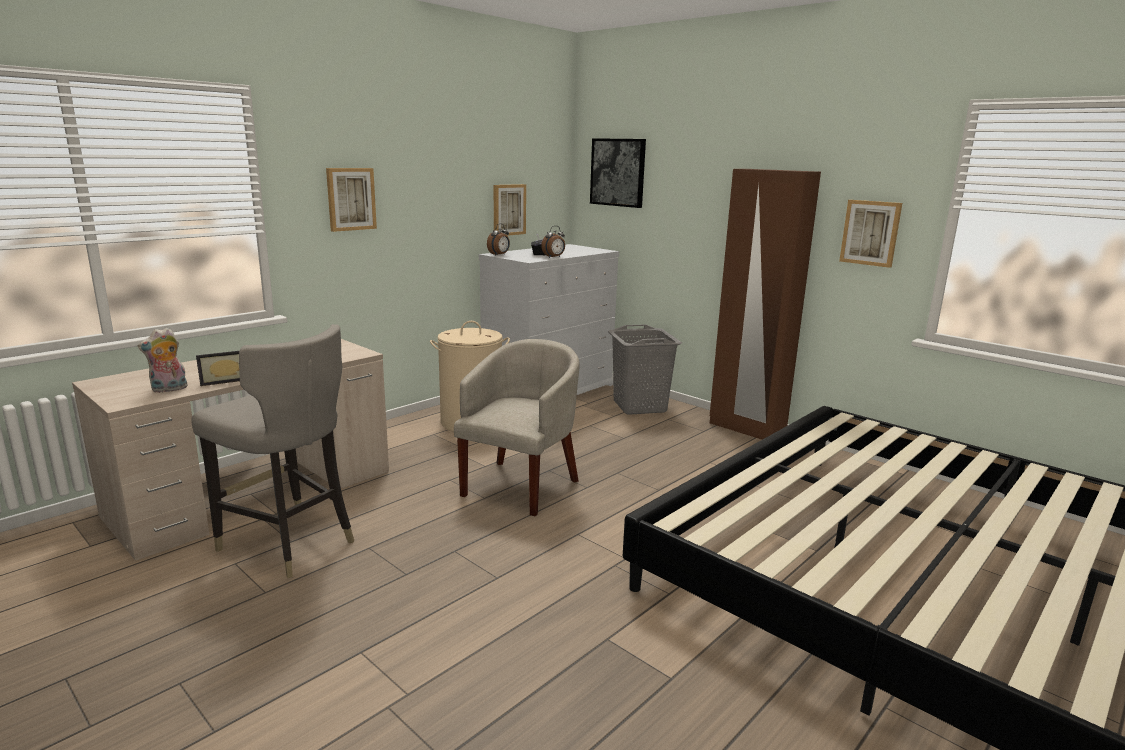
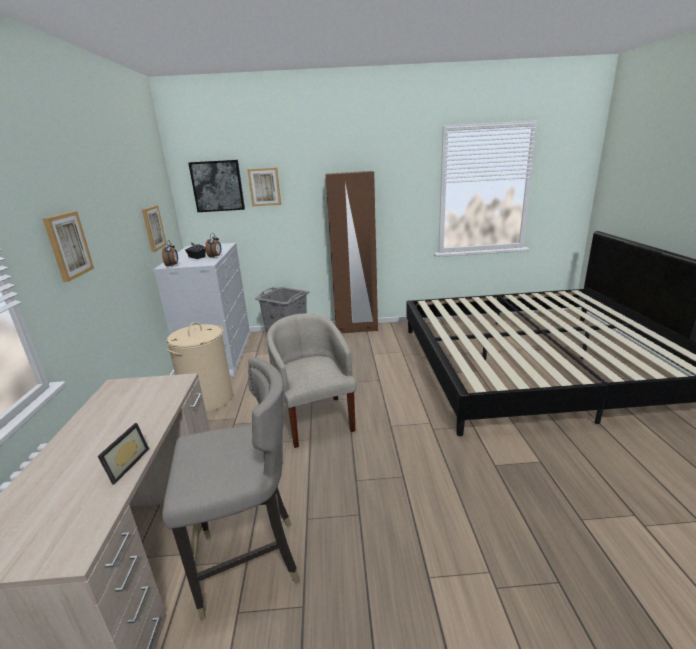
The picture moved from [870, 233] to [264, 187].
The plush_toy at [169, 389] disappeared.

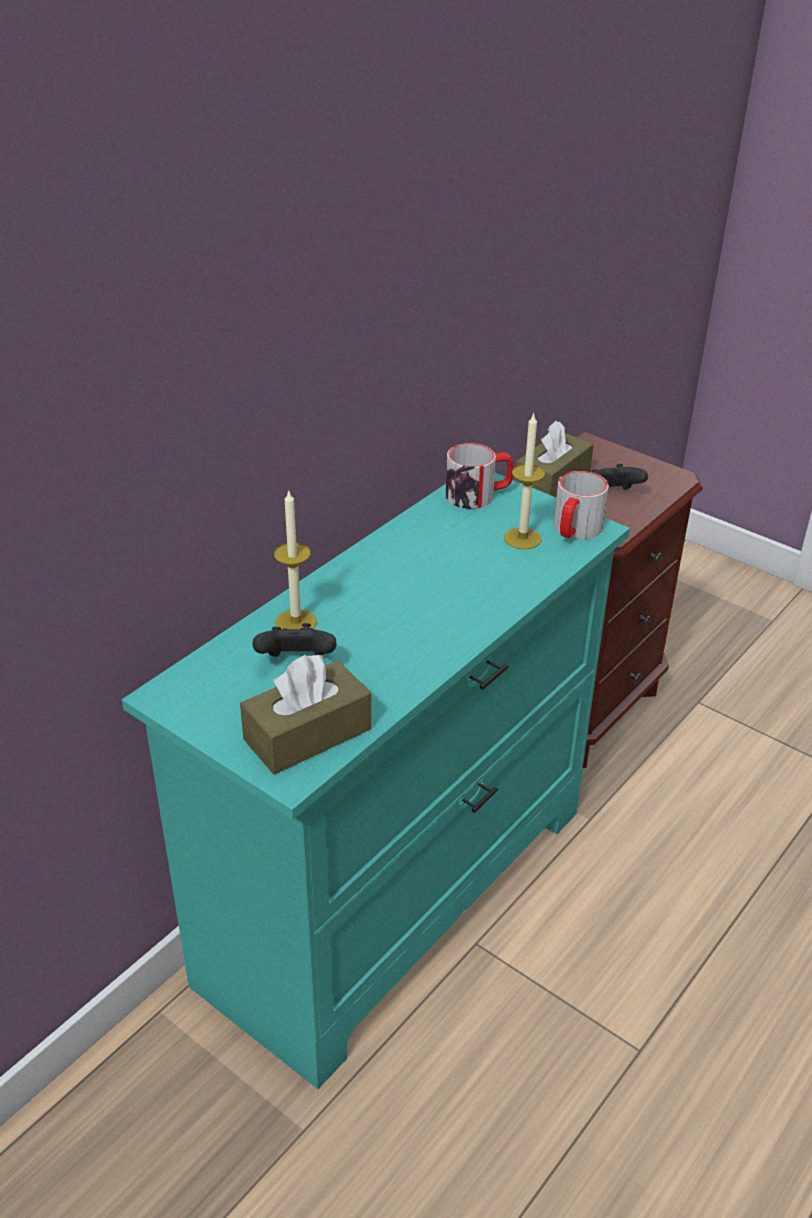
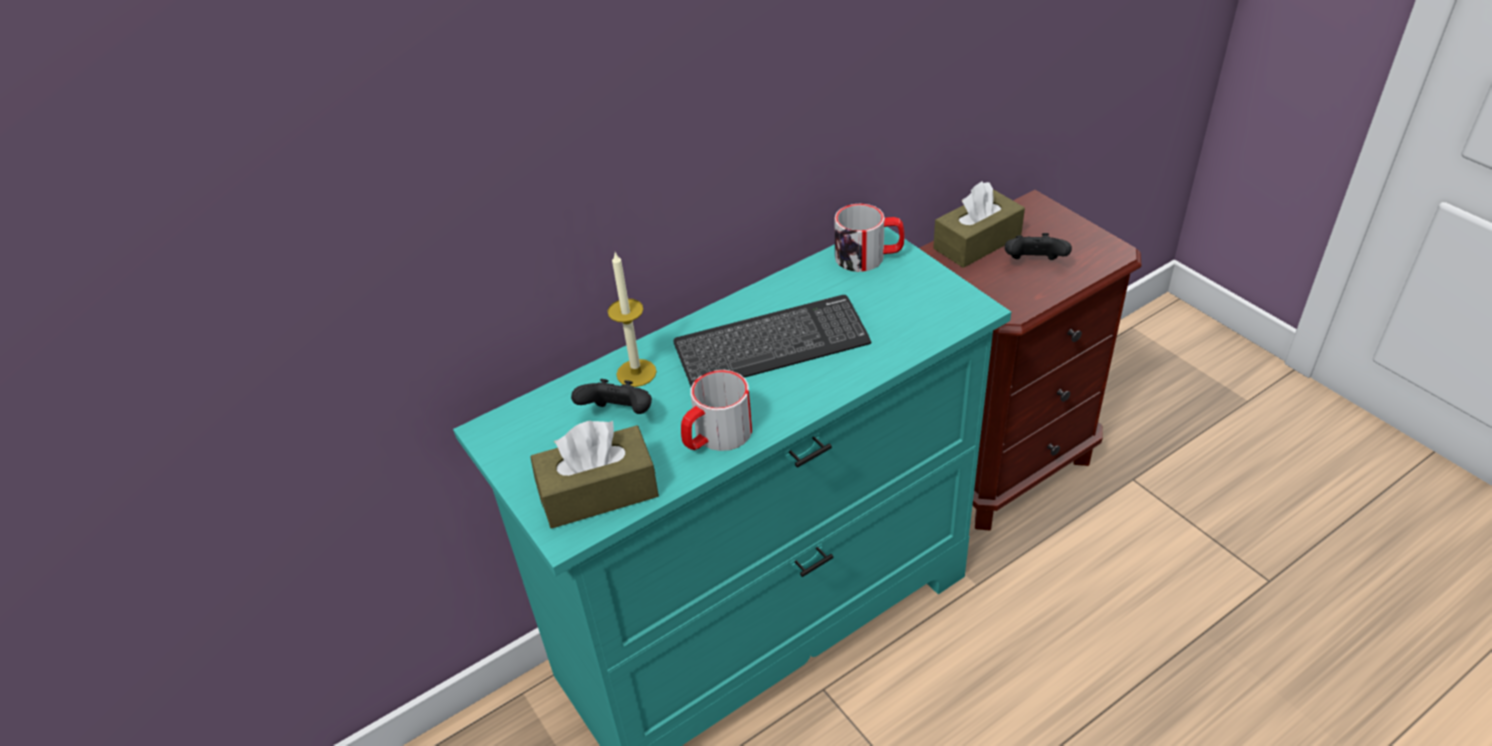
The keyboard at [772, 346] appeared.
The mug moved from [574, 530] to [715, 436].
The candle at [522, 538] disappeared.

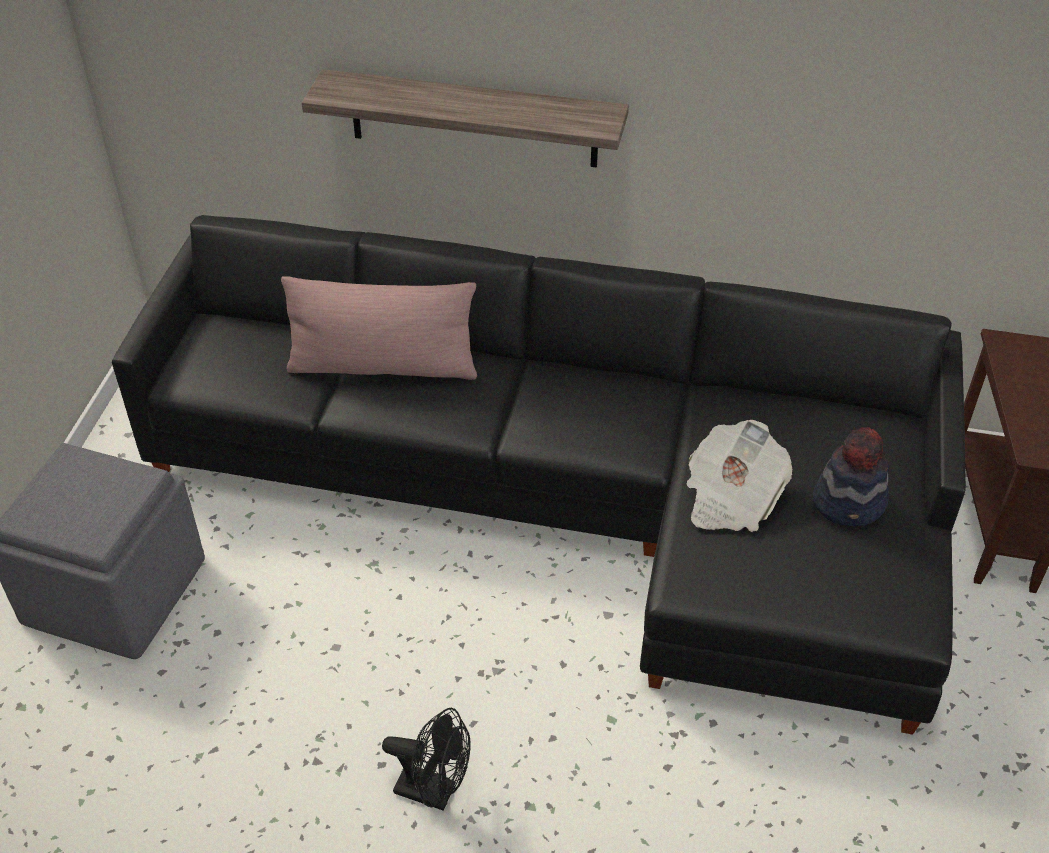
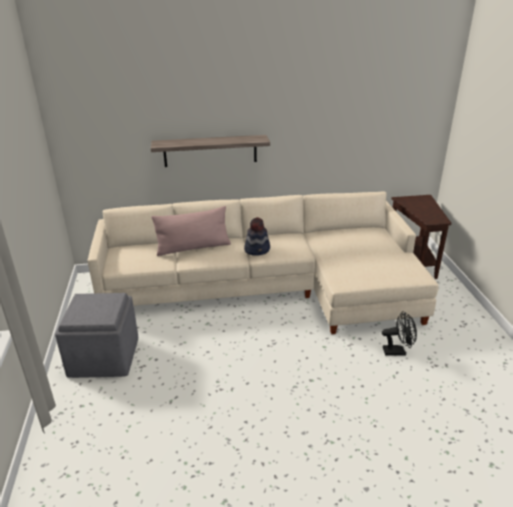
The black_sofa at [578, 495] became the beige_sofa at [272, 286].
The hat moved from [850, 502] to [257, 249].
The black_fan moved from [434, 791] to [397, 351].
The newspaper at [731, 497] disappeared.

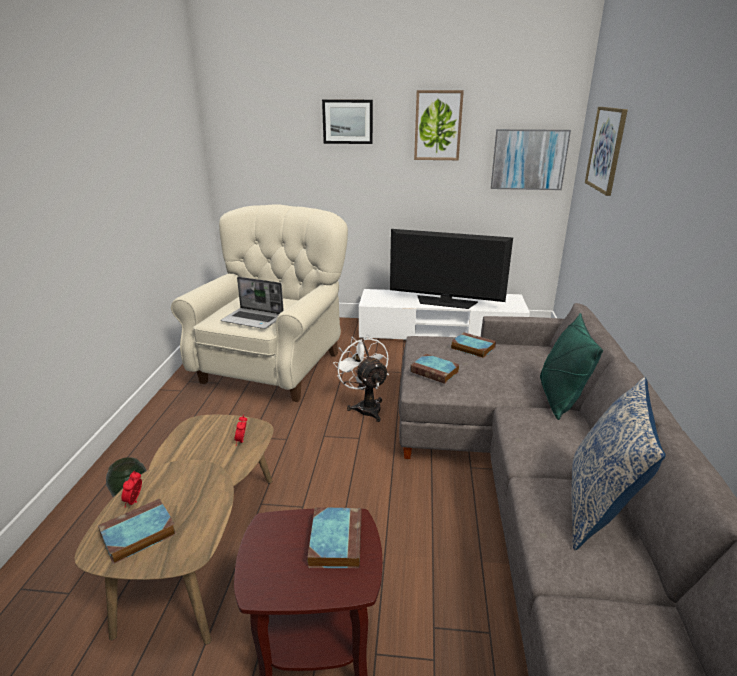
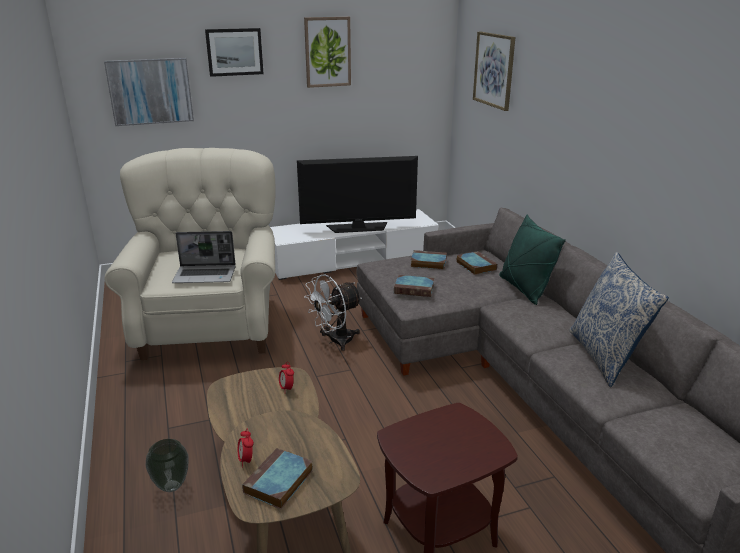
The picture moved from [529, 159] to [150, 91].
The white_fan at [366, 407] turned 75 degrees counterclockwise.
The book moved from [335, 540] to [475, 265].

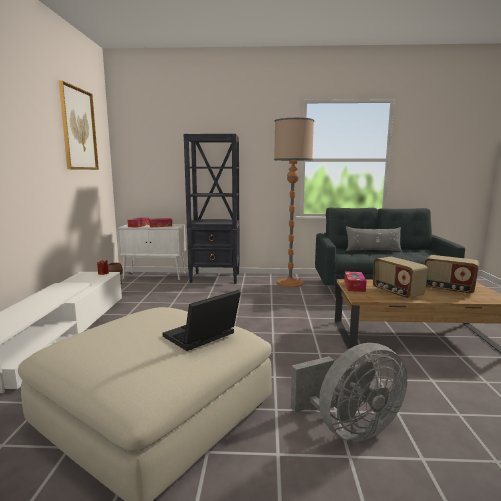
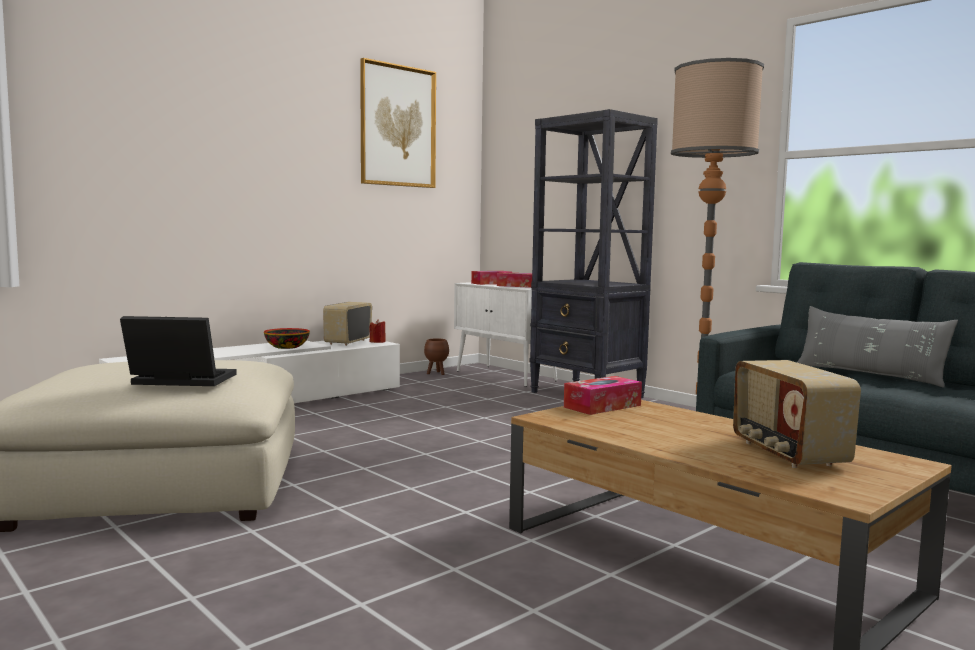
The bowl at [287, 347] appeared.
The radio moved from [396, 293] to [347, 342].
The grey_fan at [349, 428] disappeared.

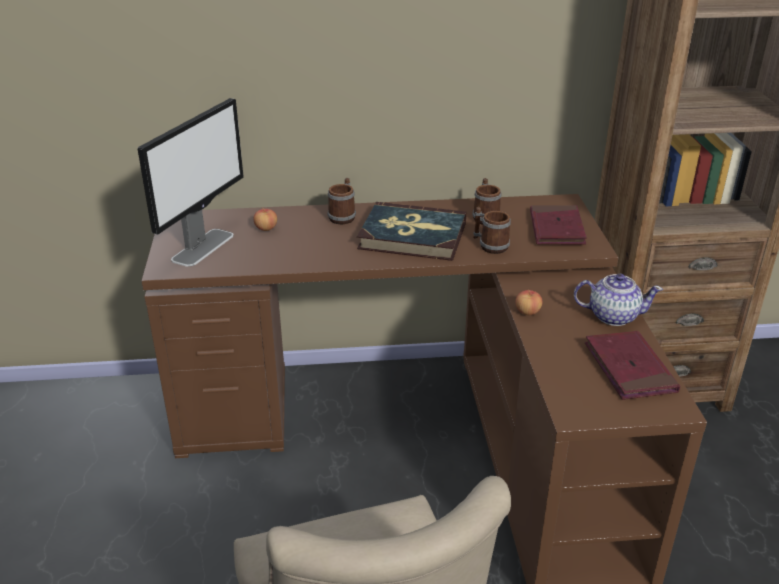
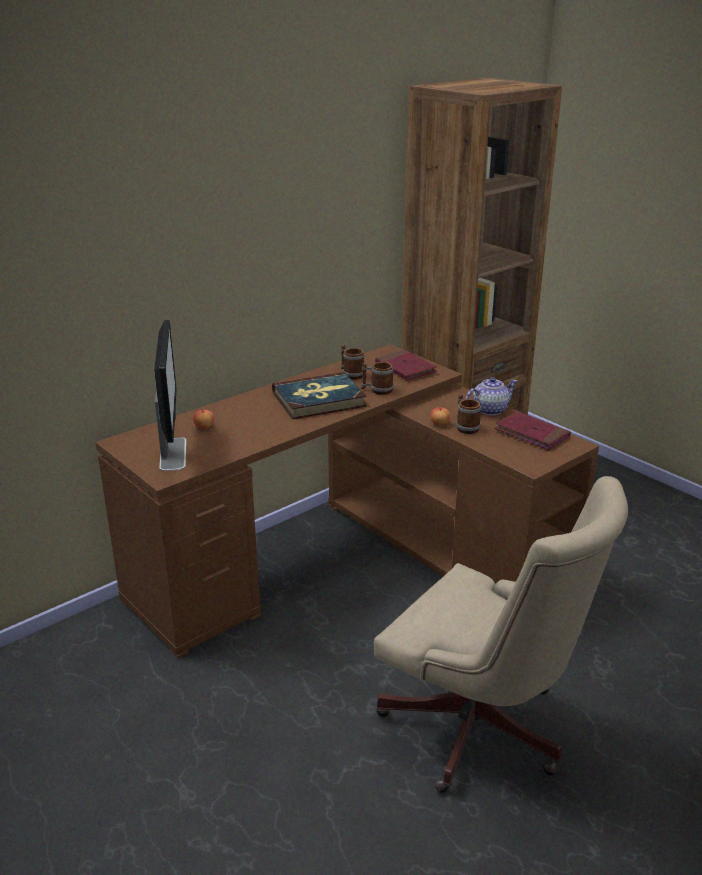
The mug moved from [343, 216] to [465, 427].

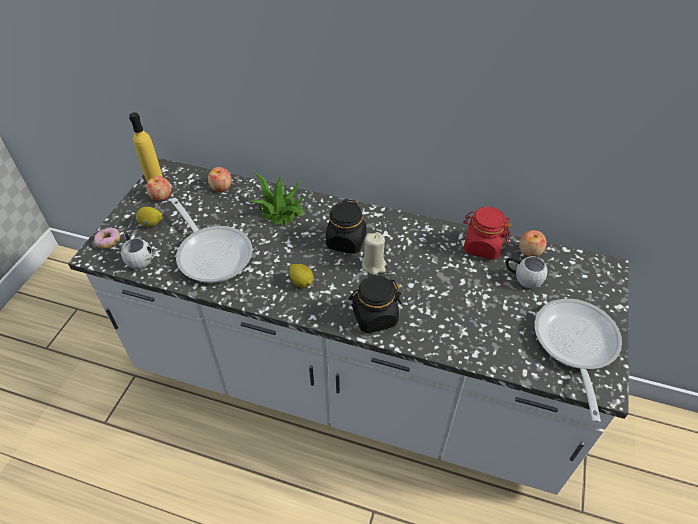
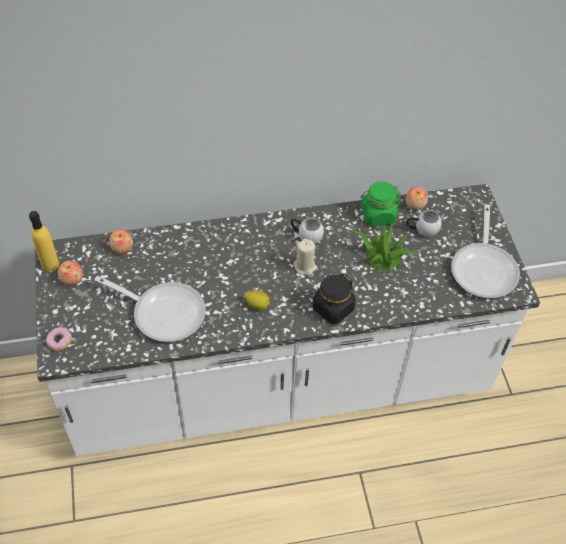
The white_mug moved from [138, 258] to [306, 236].
The potted_plant moved from [280, 210] to [382, 255].
The red_jar at [482, 246] became the green_jar at [378, 215].
The frying_pan at [574, 346] turned 150 degrees counterclockwise.
The lemon at [151, 224] disappeared.
The black_jar at [346, 241] disappeared.

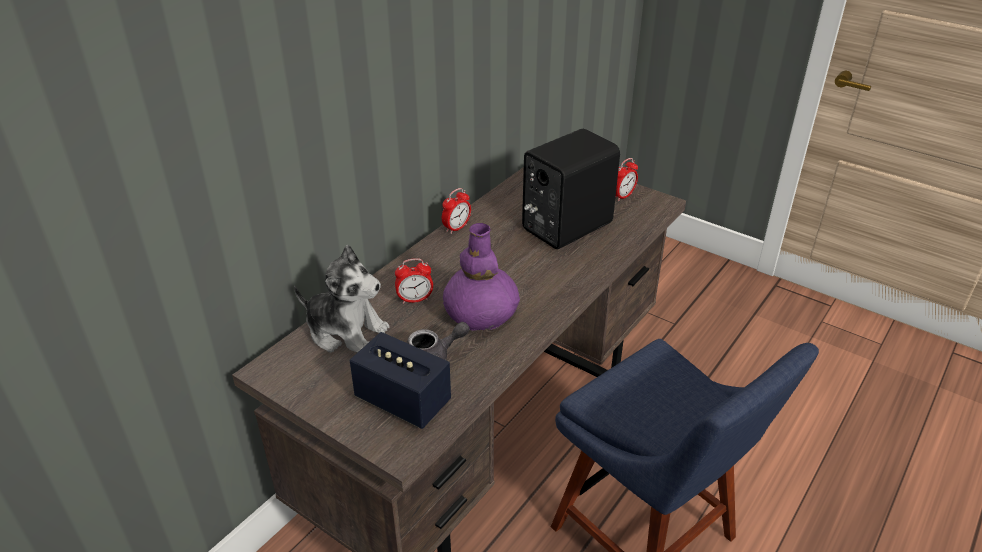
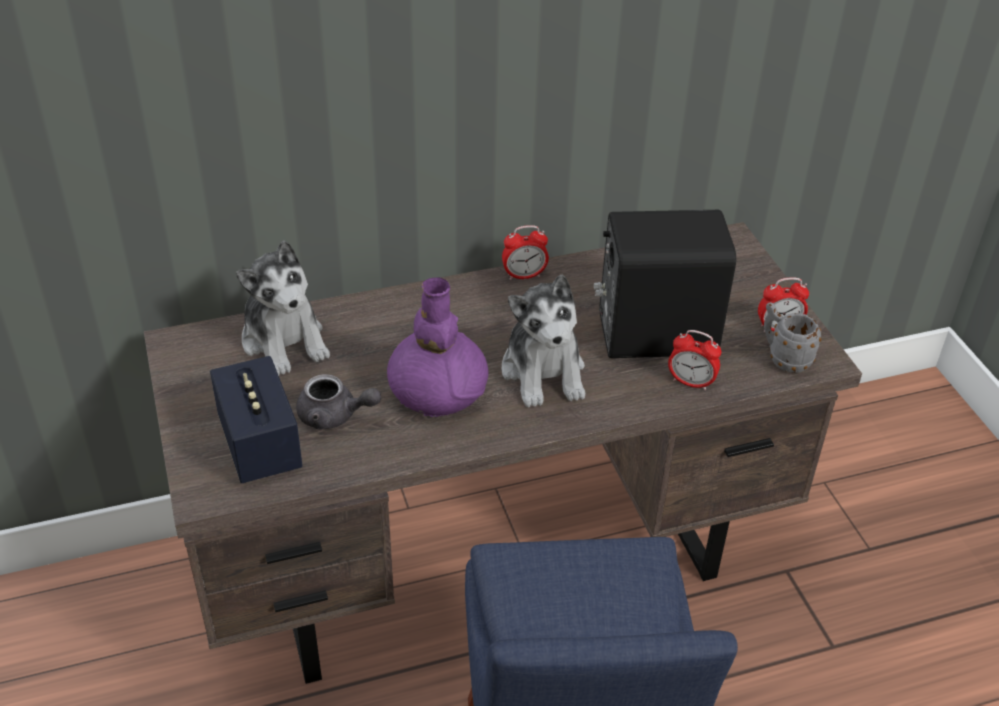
The plush_toy at [544, 372] appeared.
The alarm_clock moved from [415, 299] to [691, 382].
The grey_mug at [783, 358] appeared.

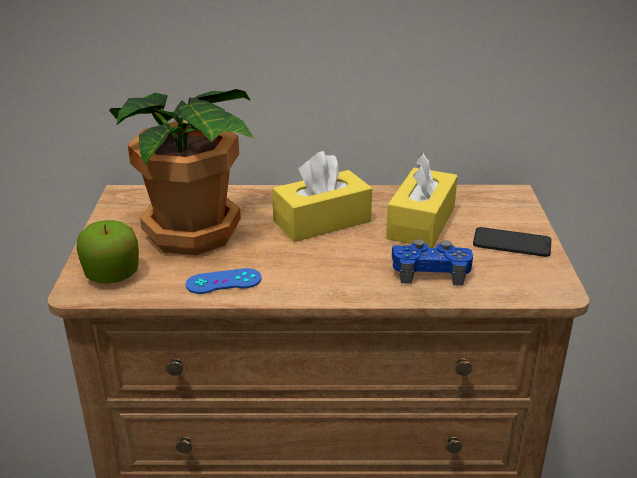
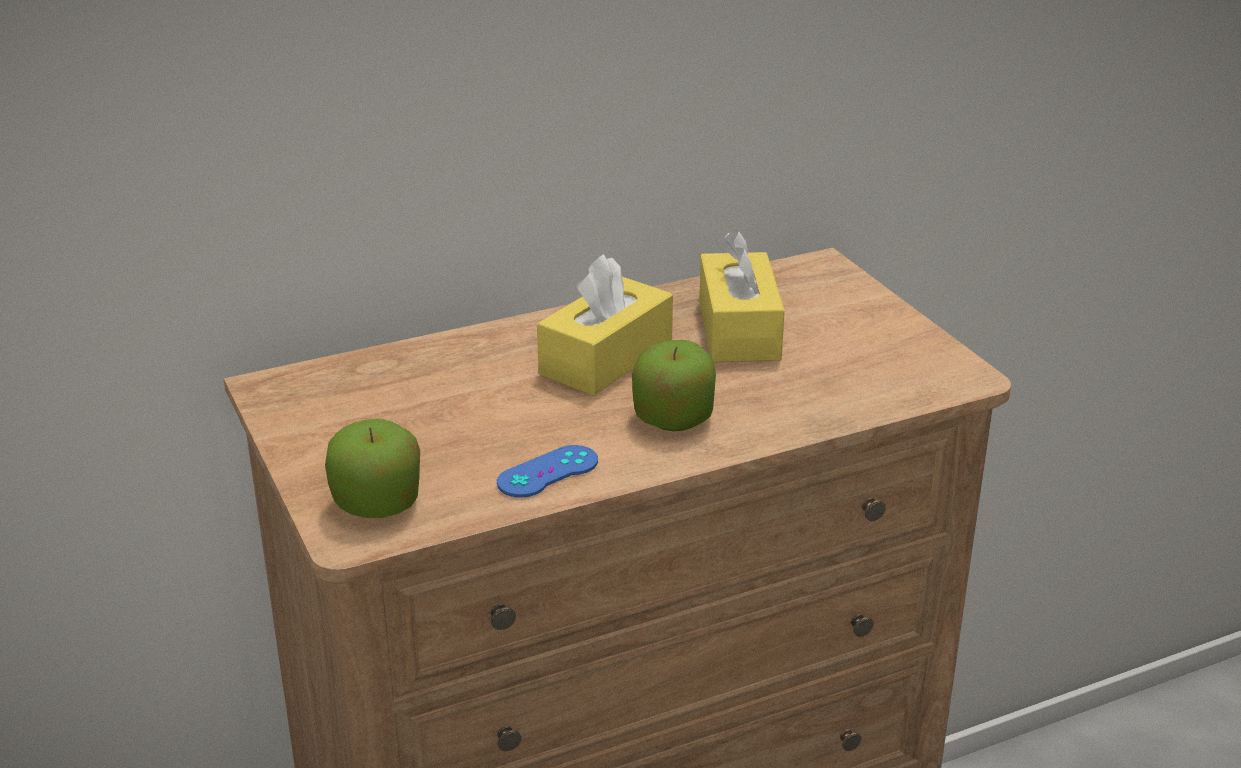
The apple at [673, 418] appeared.
The potted_plant at [191, 231] disappeared.
The blue_game_controller at [430, 270] disappeared.
The phone at [512, 243] disappeared.

